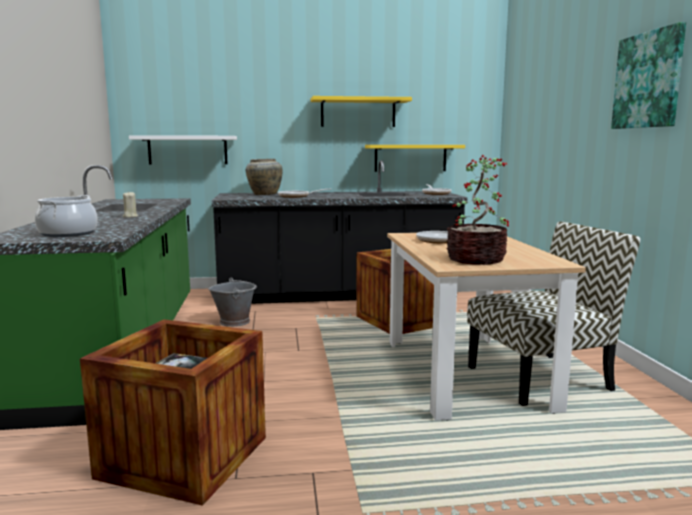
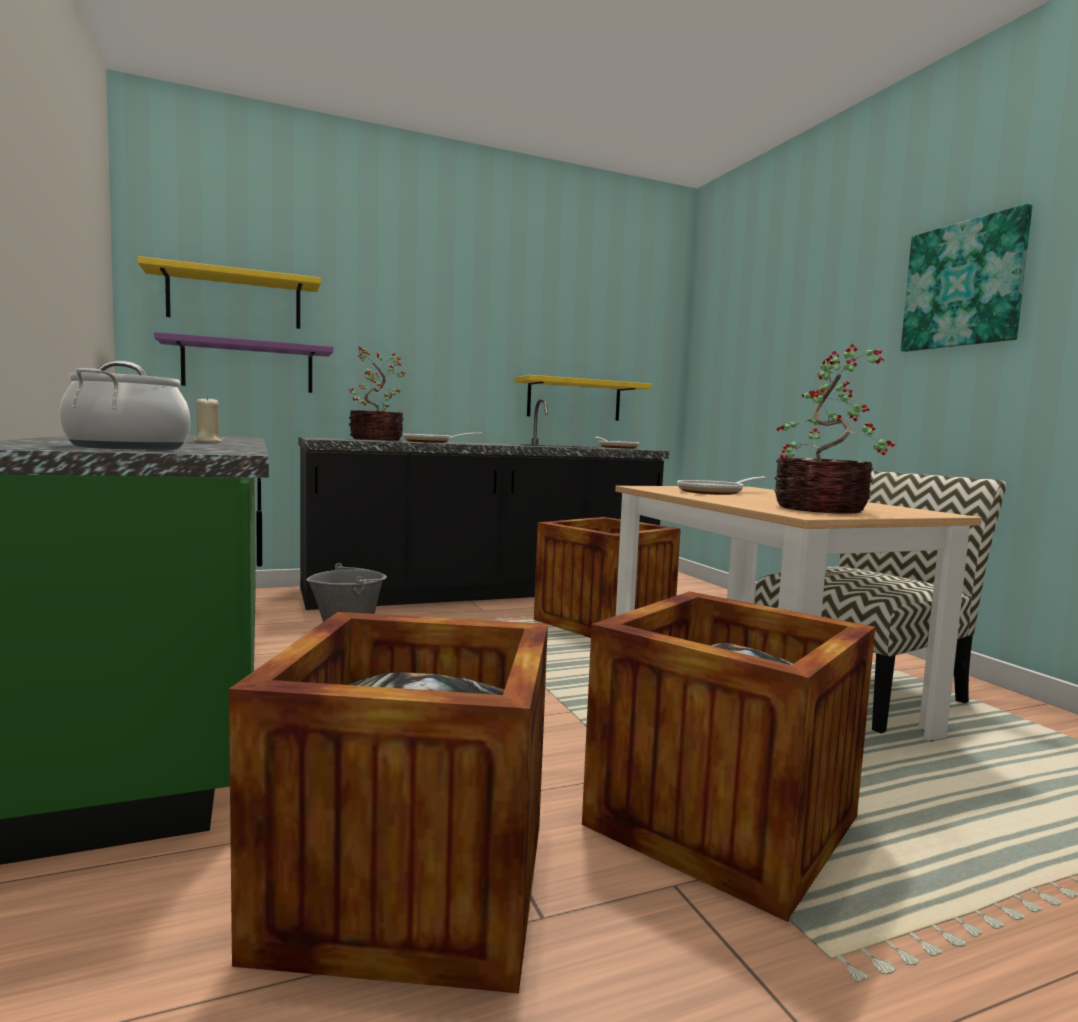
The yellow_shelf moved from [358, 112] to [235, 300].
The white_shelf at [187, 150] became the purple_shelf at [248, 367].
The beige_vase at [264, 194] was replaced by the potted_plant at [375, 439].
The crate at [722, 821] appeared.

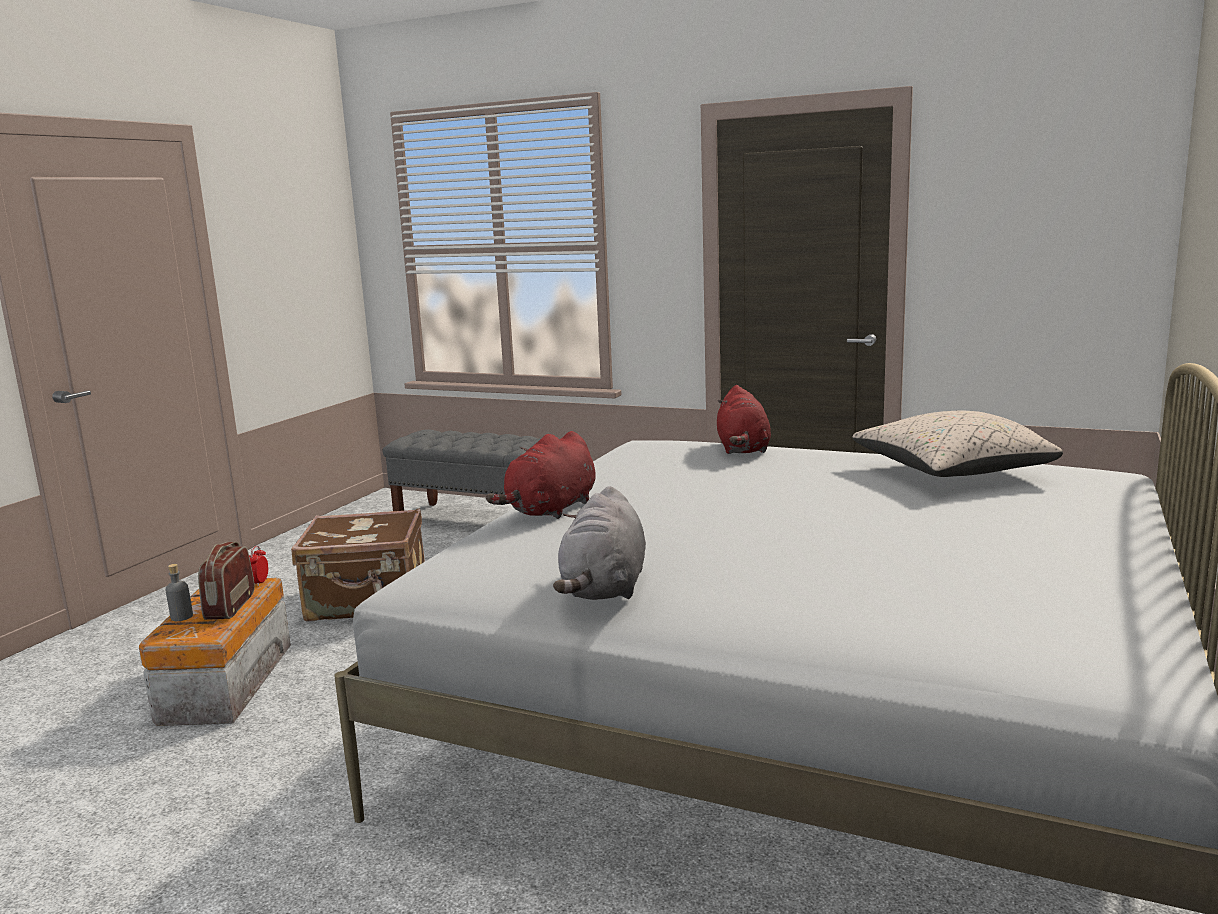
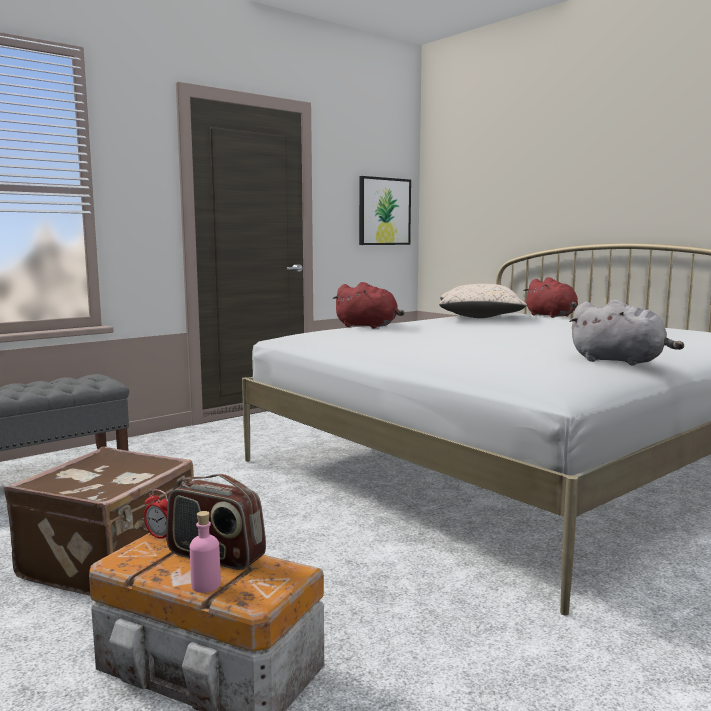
The grey_bottle at [181, 617] became the pink_bottle at [206, 585].
The picture at [384, 211] appeared.
The red_plush_toy moved from [550, 510] to [552, 316].

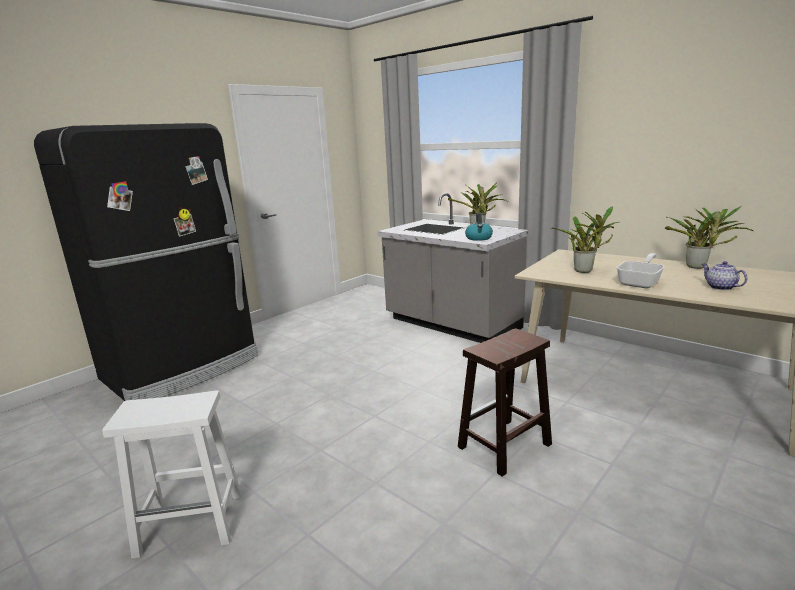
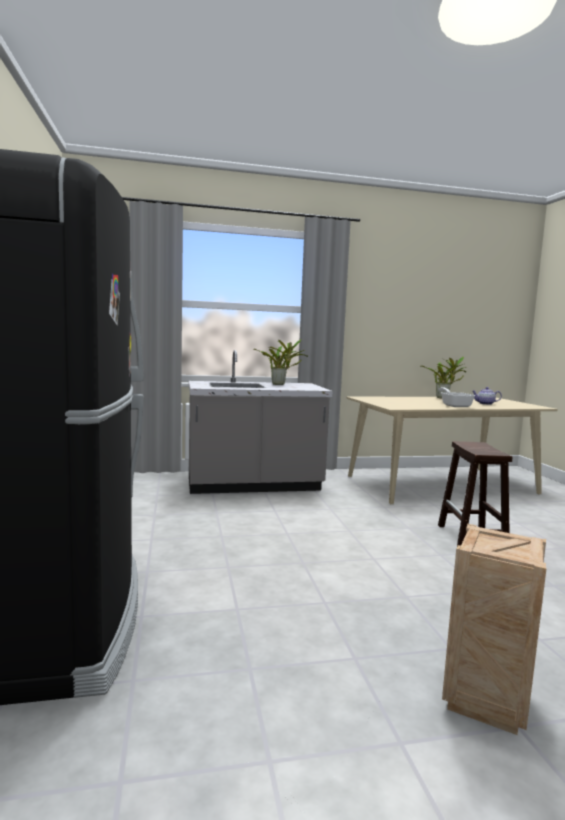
The white_stool at [192, 523] was replaced by the crate at [484, 699].
The kettle at [479, 238] disappeared.
The potted_plant at [585, 271] disappeared.

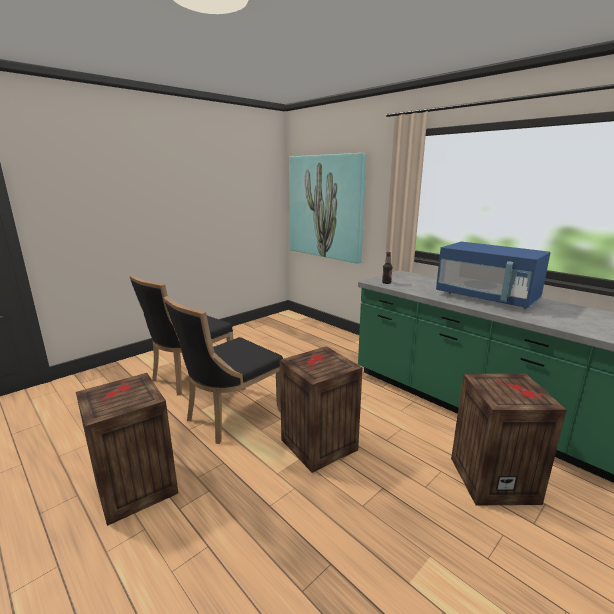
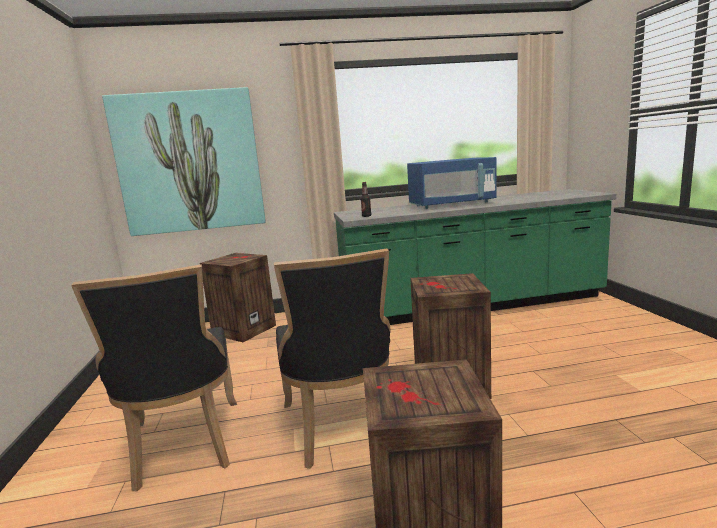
The crate moved from [494, 479] to [244, 329].

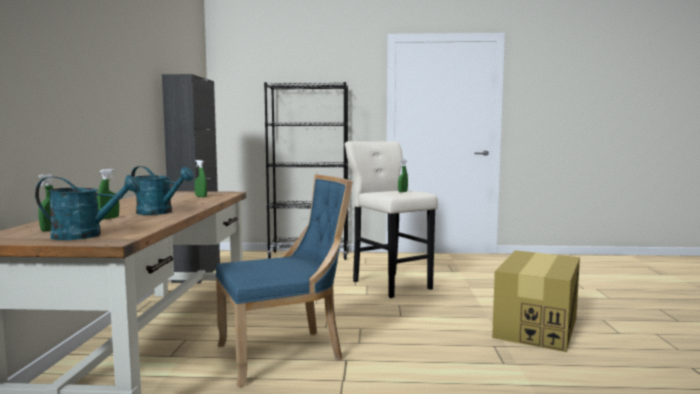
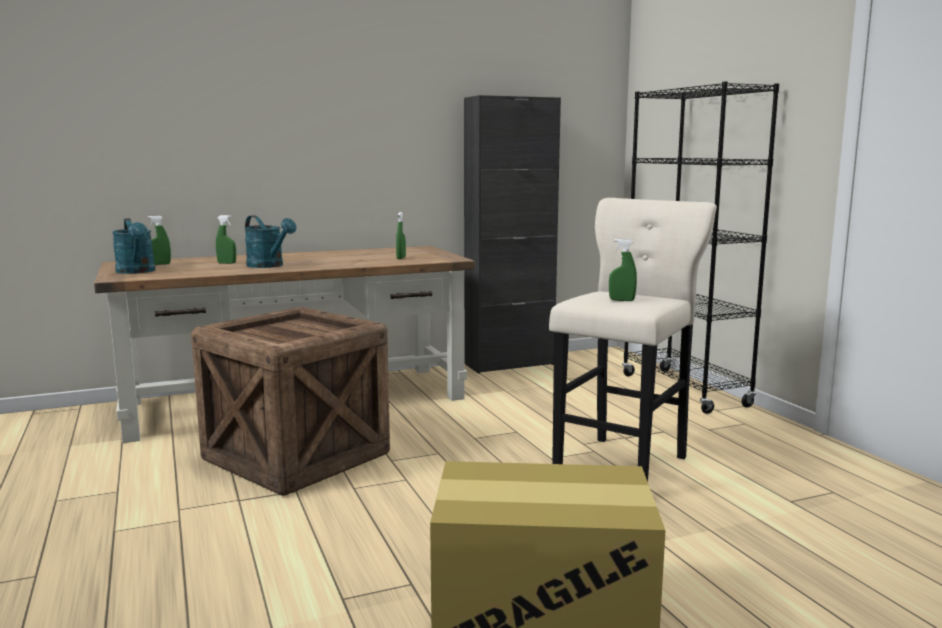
The blue_chair at [284, 353] was replaced by the crate at [296, 458].
The turquoise_watering_can at [160, 212] turned 45 degrees counterclockwise.

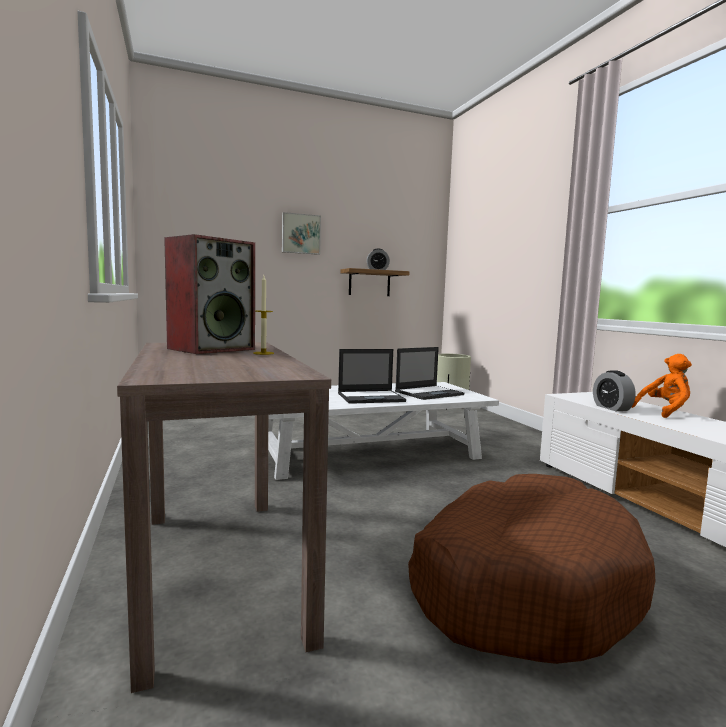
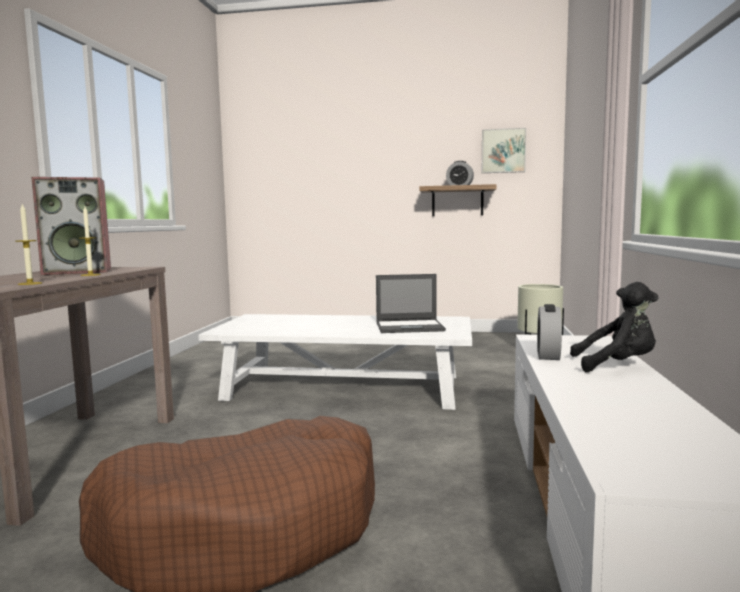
The candle at [30, 283] appeared.
The picture moved from [300, 234] to [503, 151].
The orange_plush_toy at [664, 411] became the black_plush_toy at [617, 366].
The laptop at [371, 397] disappeared.

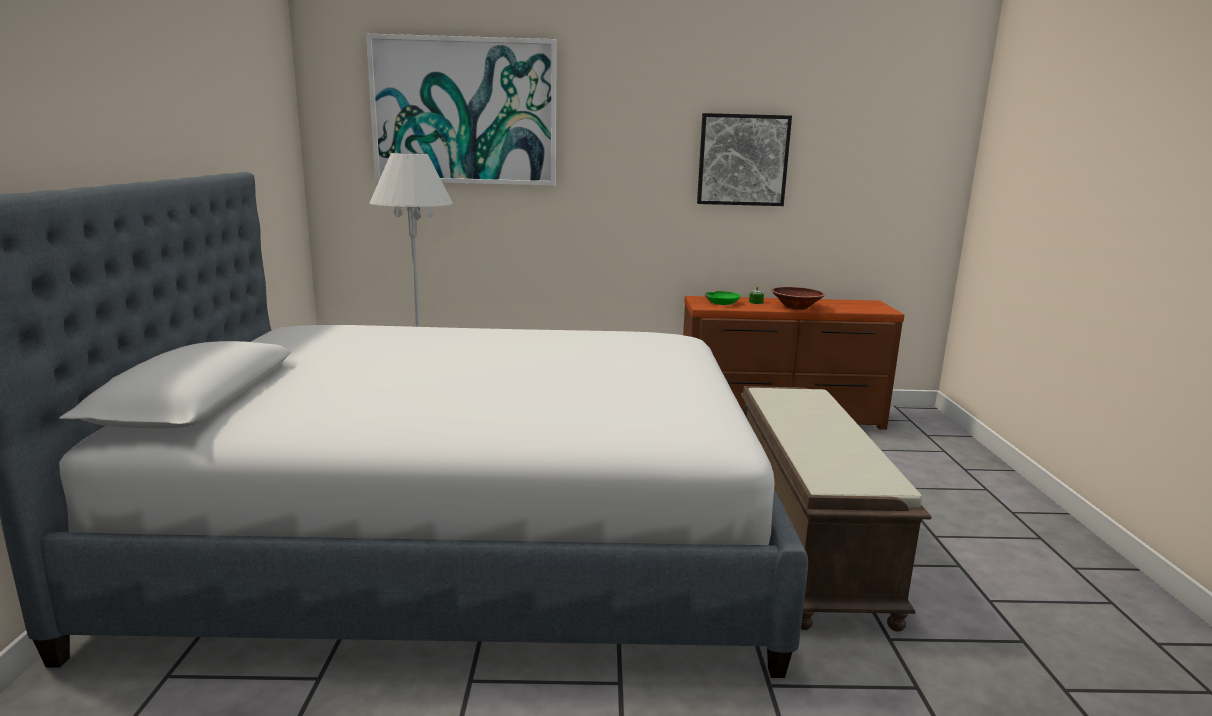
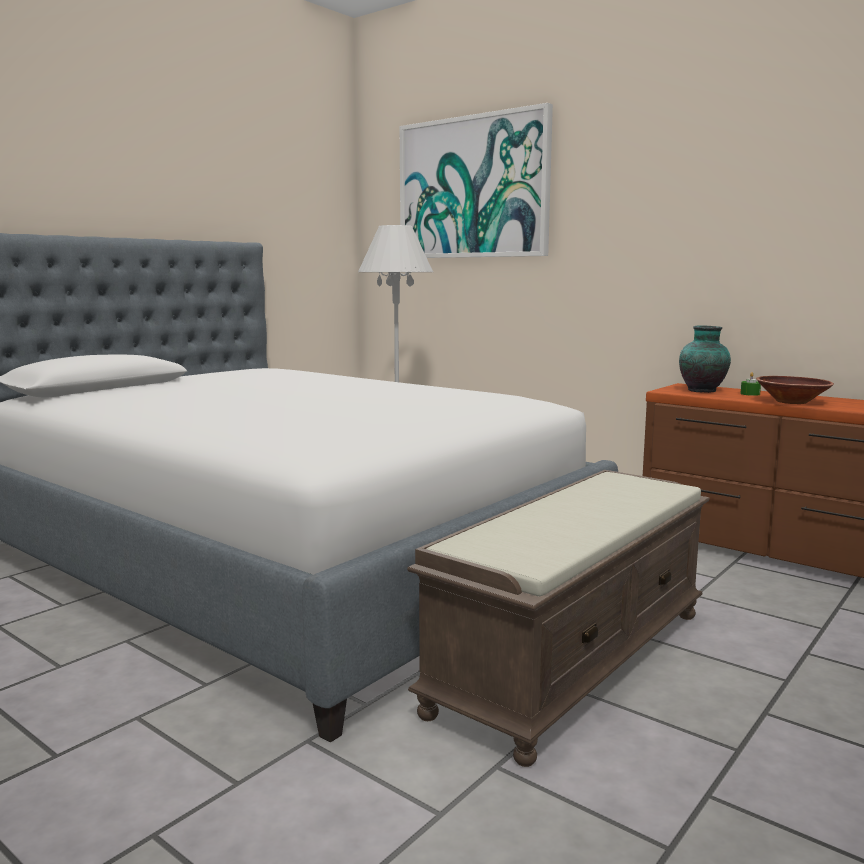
The green_bowl at [722, 302] was replaced by the vase at [703, 390].
The picture at [742, 160] disappeared.

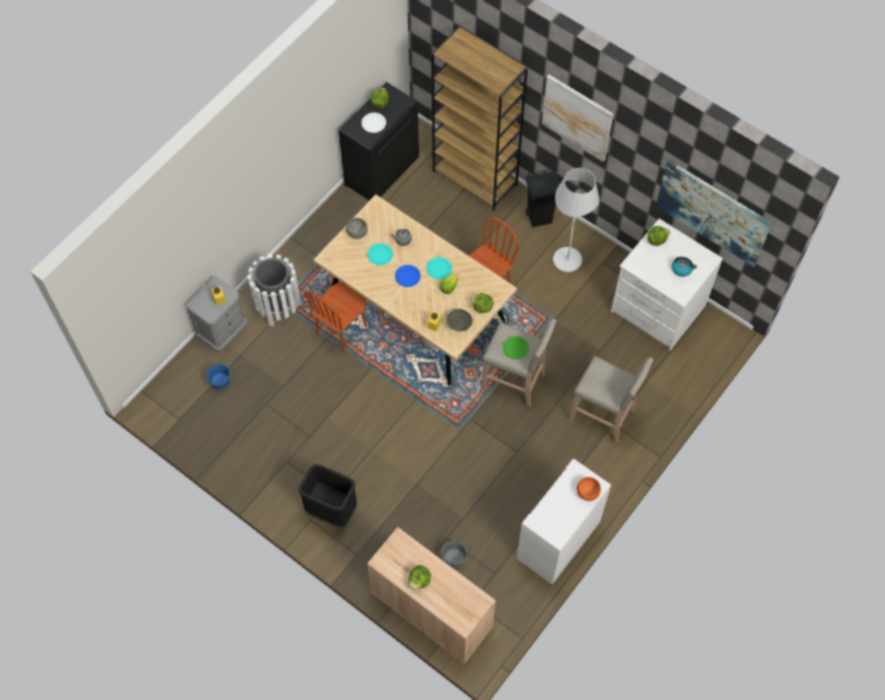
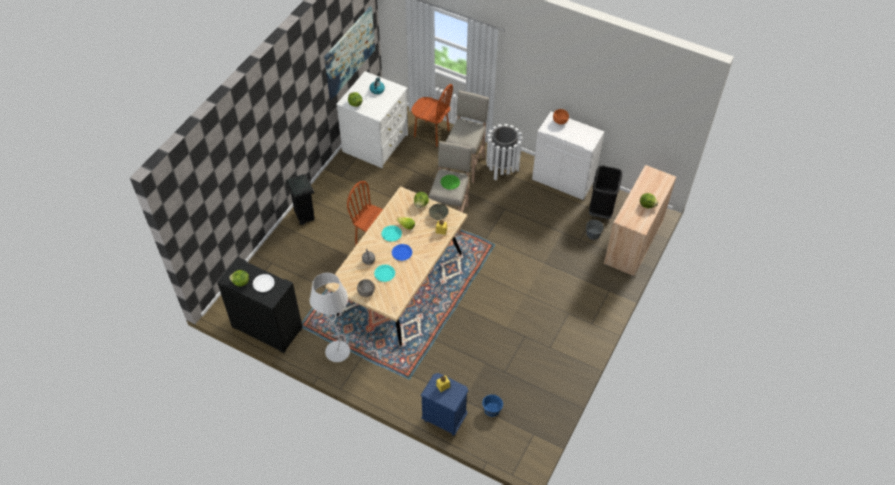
The white_floor_lamp moved from [567, 260] to [337, 352].
The brown_chair moved from [342, 330] to [431, 134].
The grey_nightstand at [222, 331] became the blue_nightstand at [444, 418].
The white_trash_can moved from [278, 307] to [502, 169].
The black_trash_can moved from [331, 511] to [601, 210].
The brown_bookcase at [475, 178] disappeared.
The picture at [577, 117] disappeared.

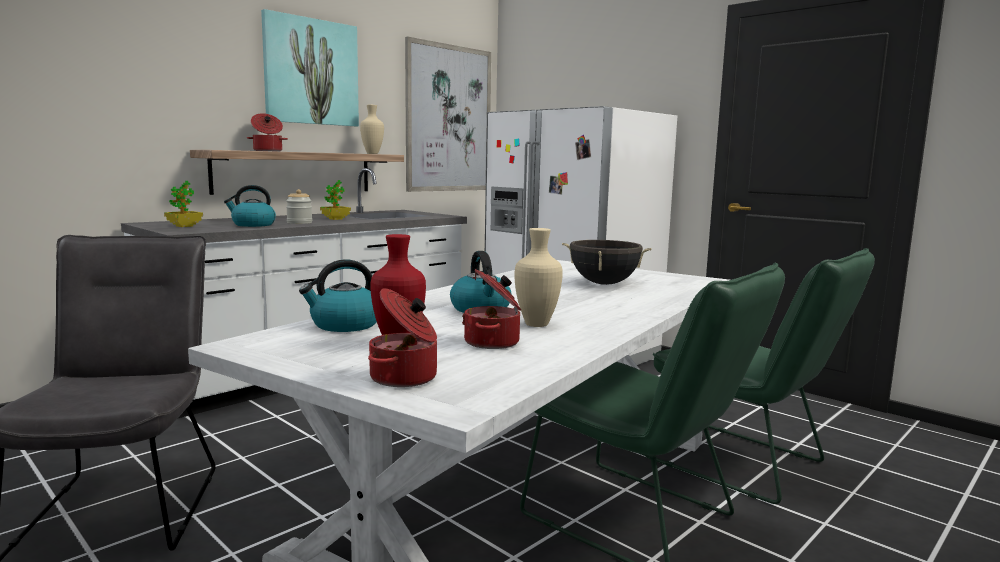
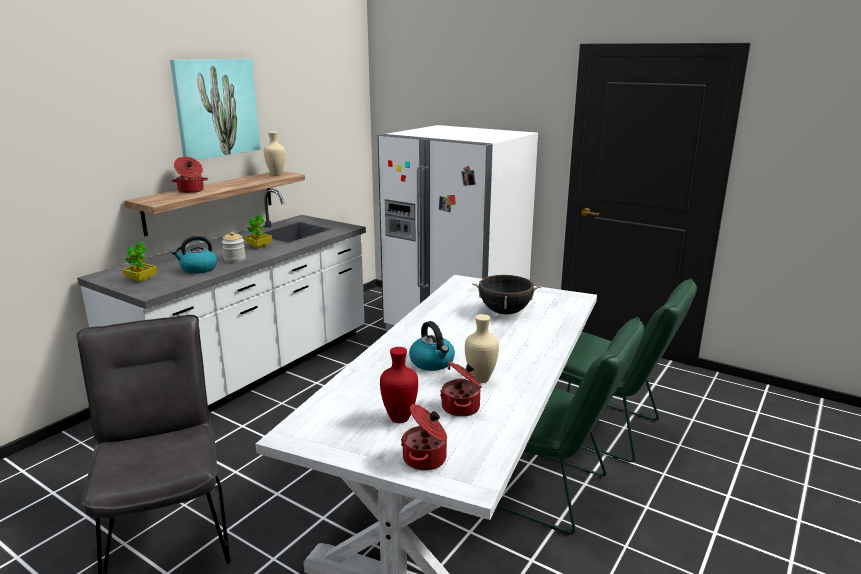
The kettle at [344, 325] disappeared.
The picture at [448, 119] disappeared.

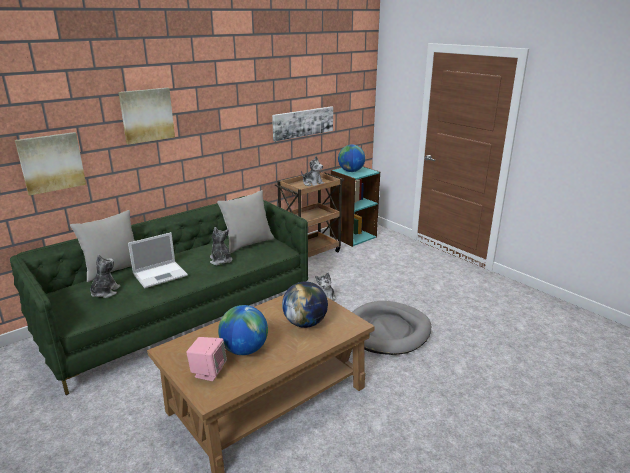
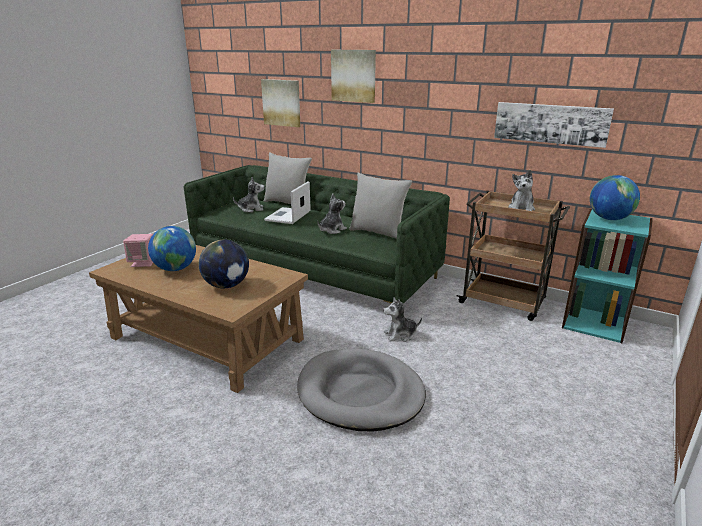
The laptop at [161, 274] turned 75 degrees clockwise.

